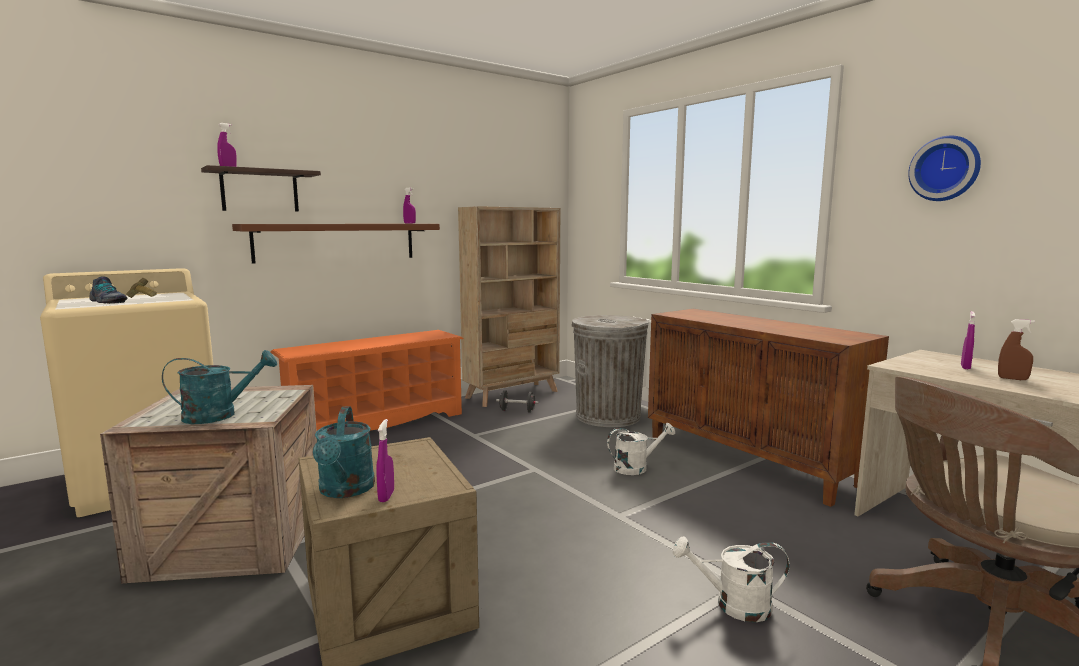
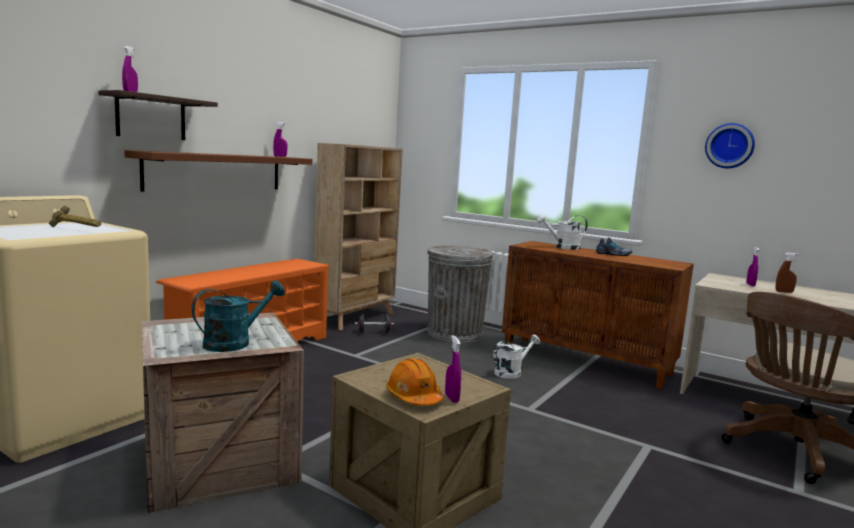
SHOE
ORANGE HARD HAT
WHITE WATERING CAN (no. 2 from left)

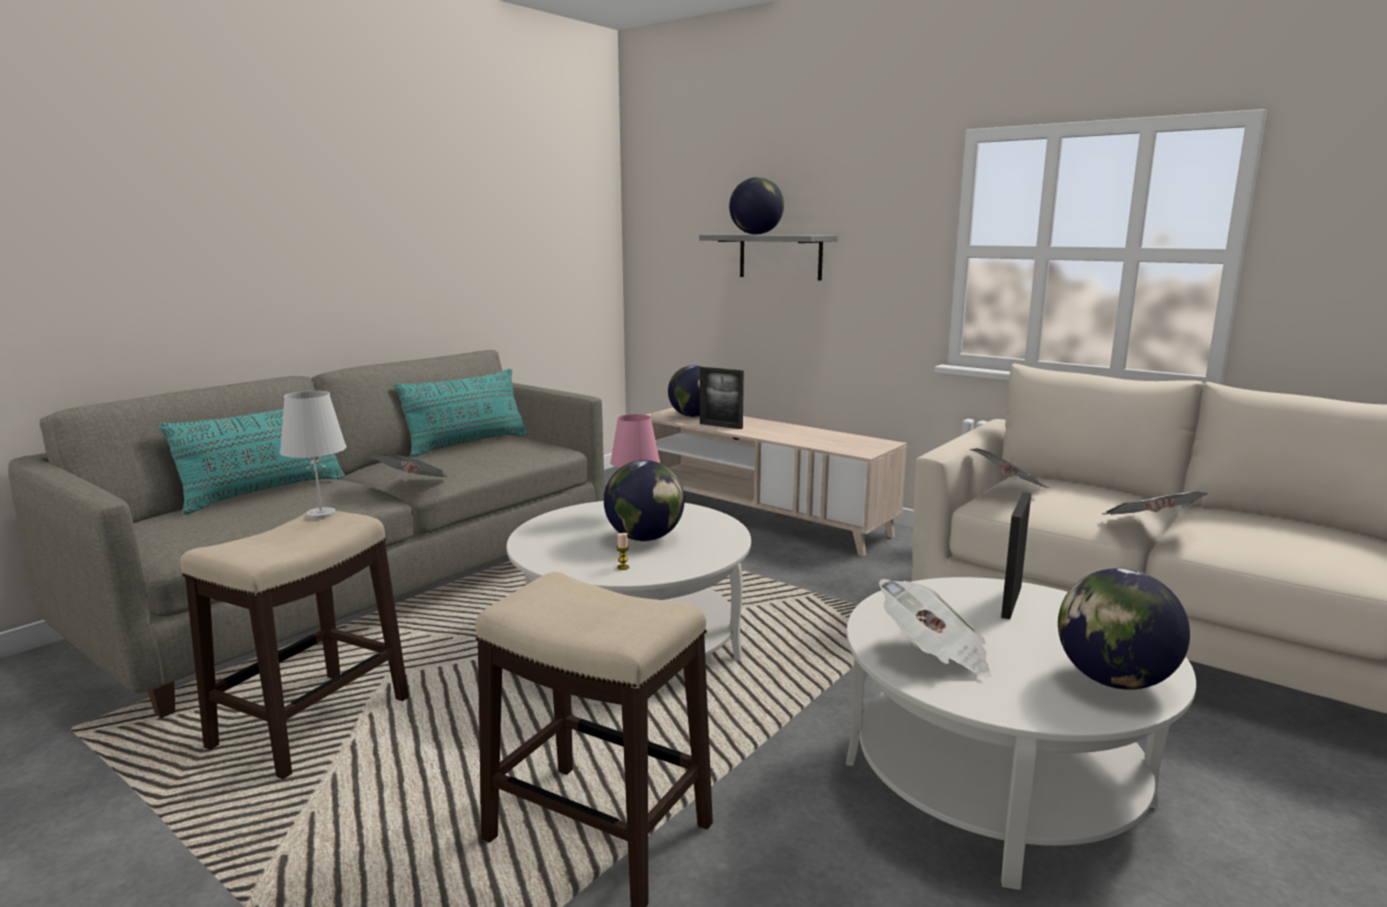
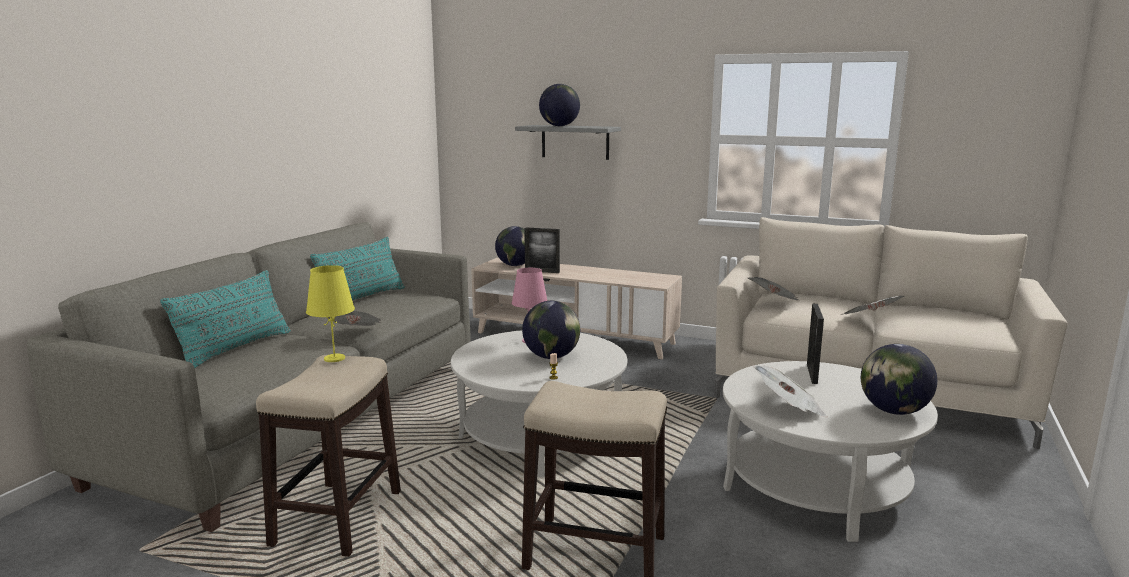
YELLOW TABLE LAMP

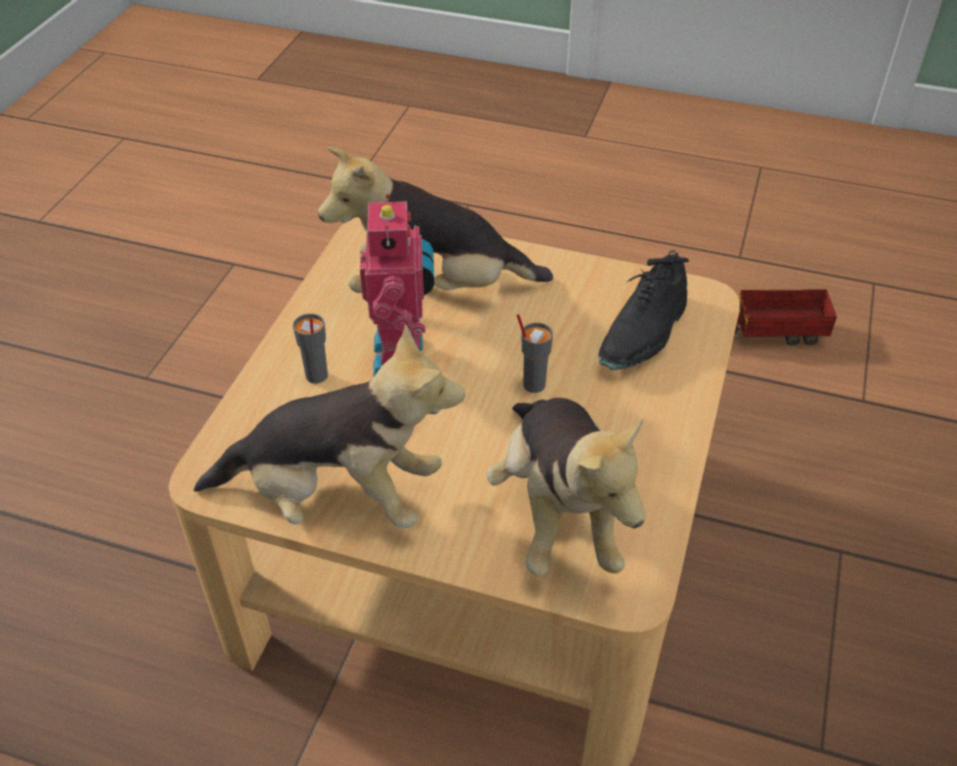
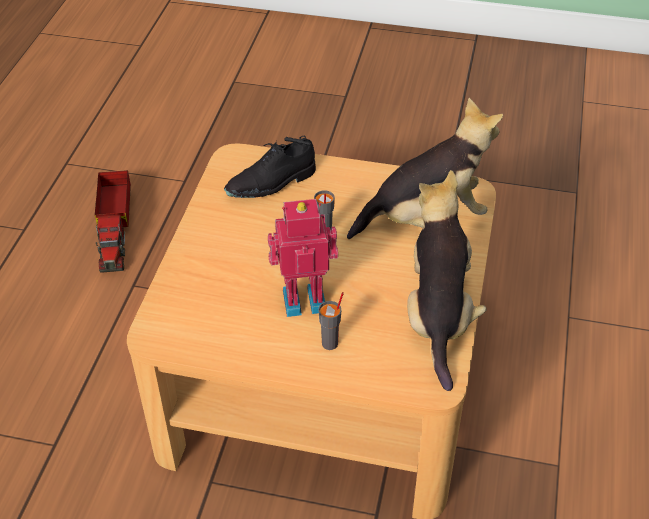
PLUSH TOY (no. 2 from left in the first image)
BLACK SHOE

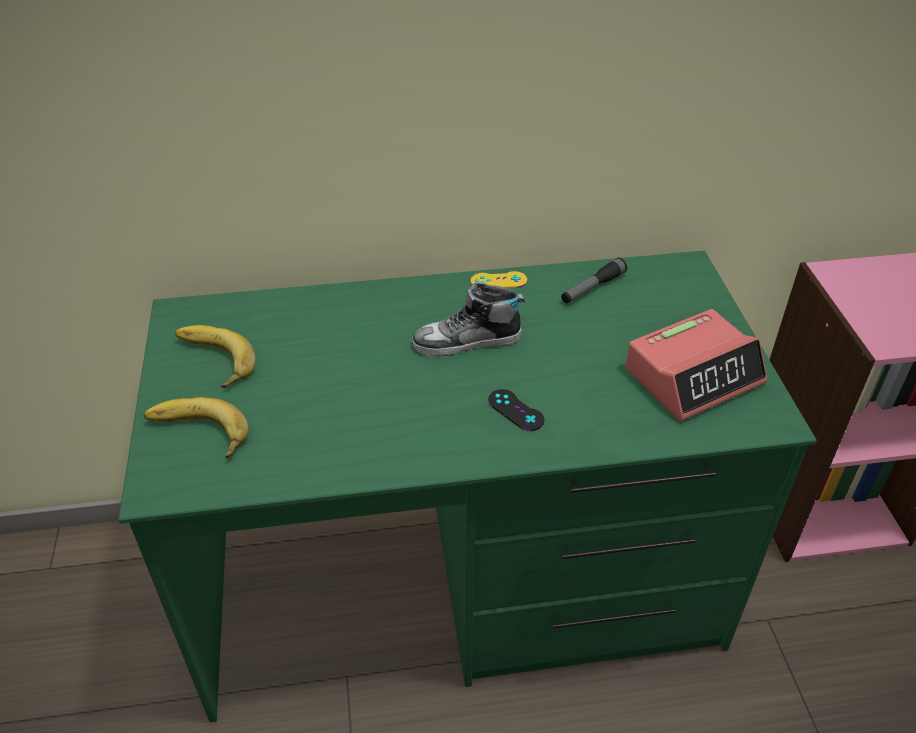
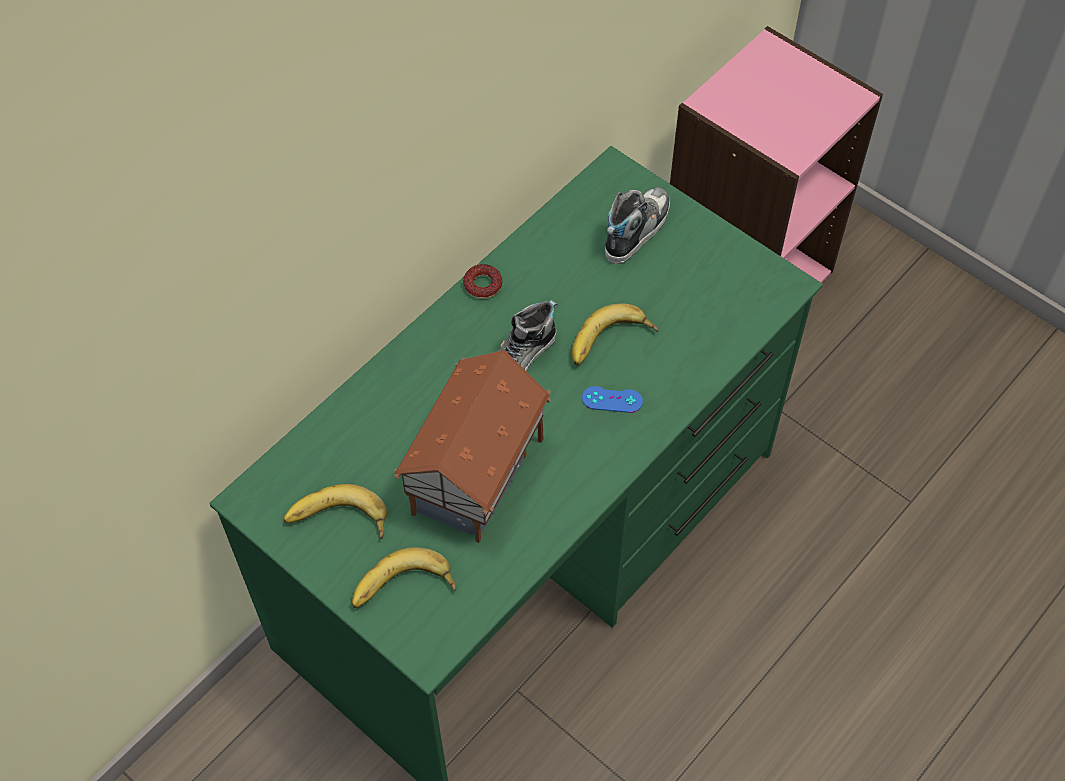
FLASHLIGHT
DONUT
ALARM CLOCK
BLUE GAME CONTROLLER
SHOE (no. 2 from left)
BANANA (no. 3 from left)
TOY HOUSE

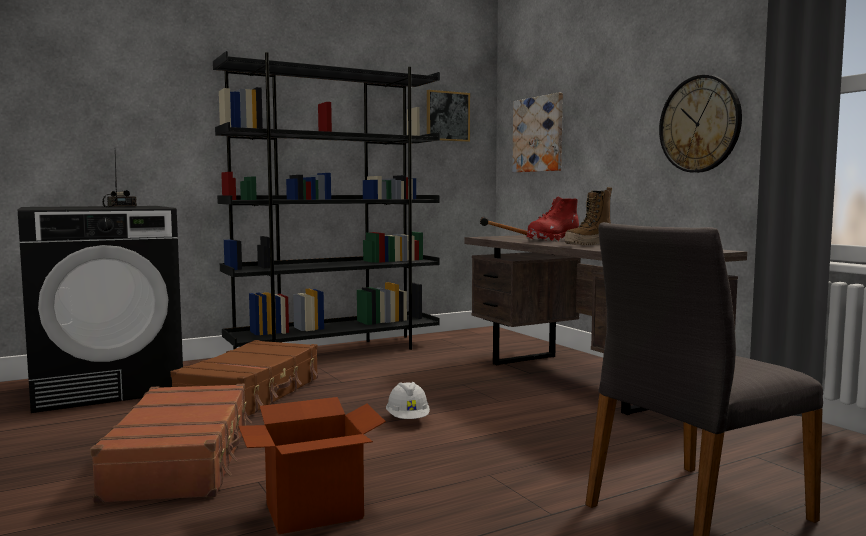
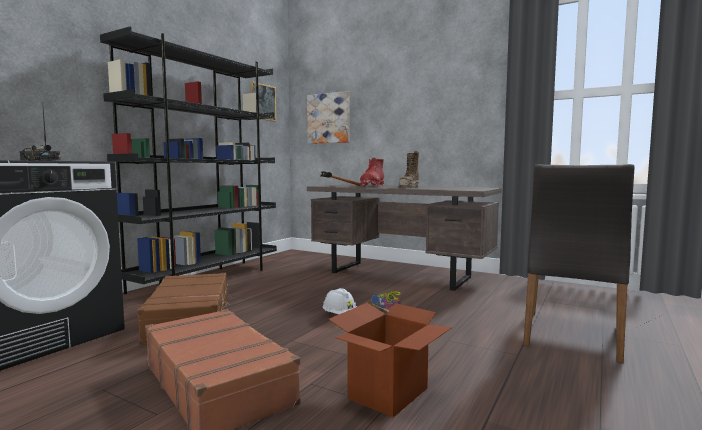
WALL CLOCK
SHOE

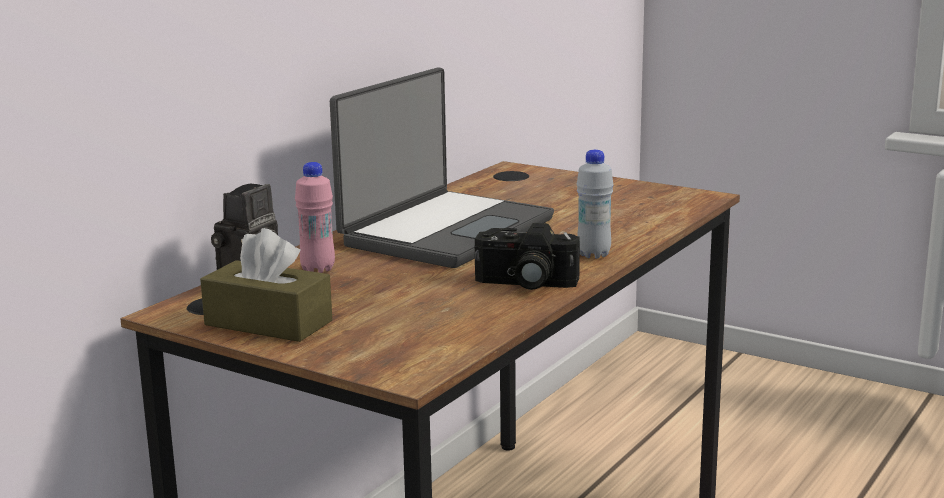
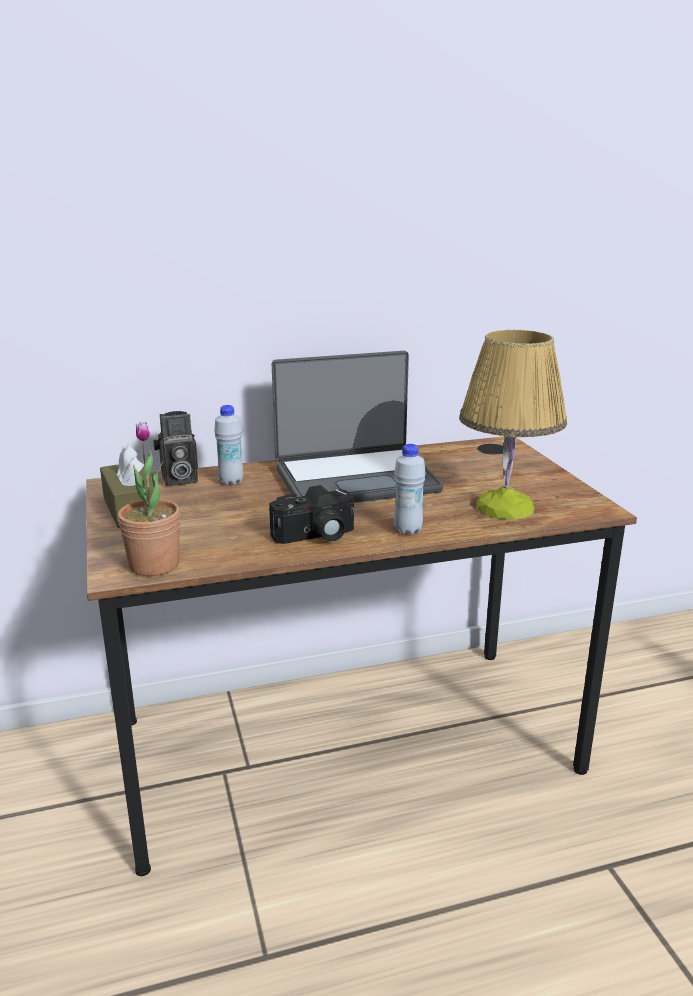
WHITE BOTTLE (no. 1 from left)
PHOTO CAMERA (no. 2 from left)
TABLE LAMP
POTTED PLANT

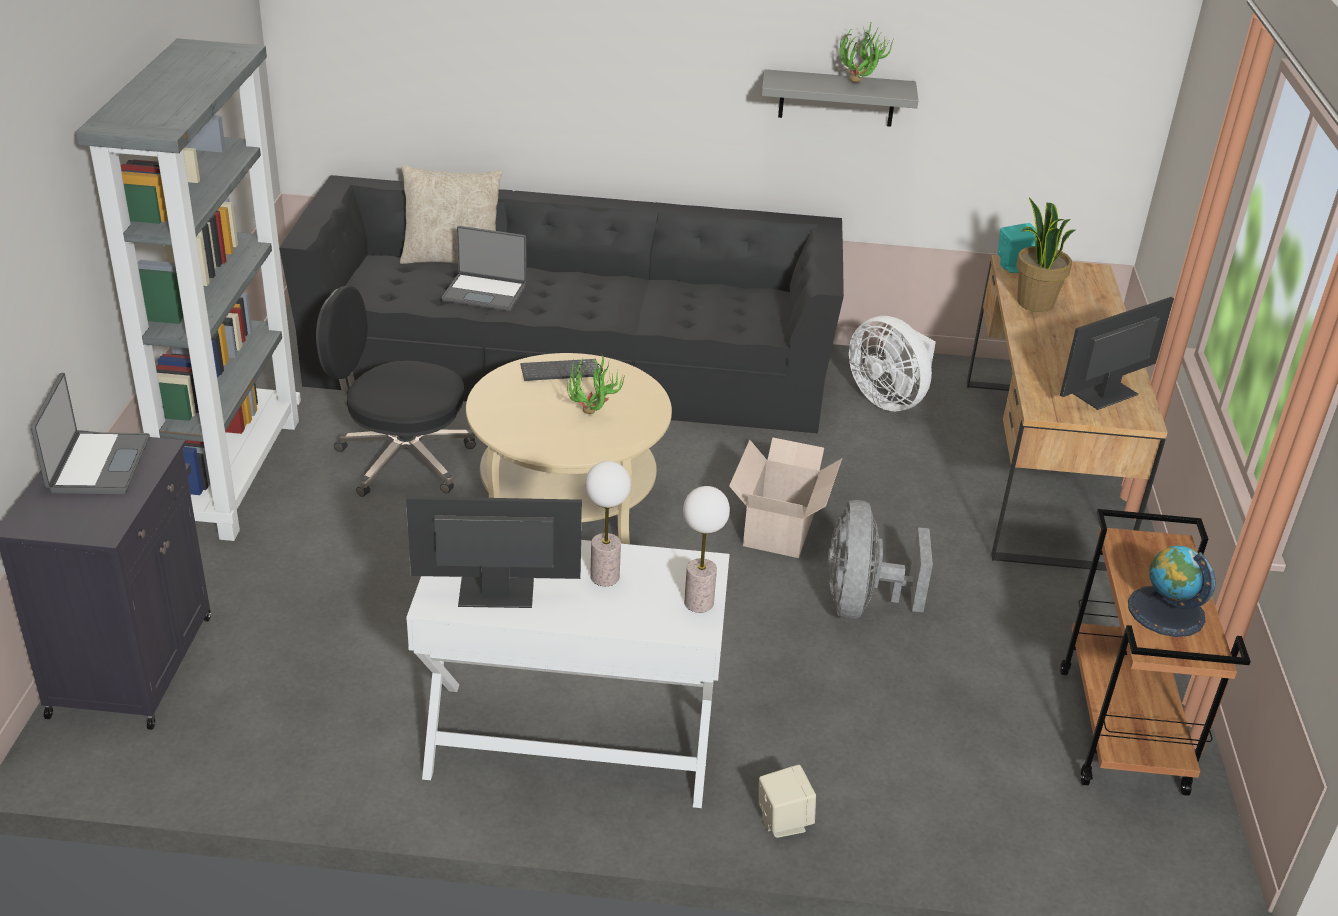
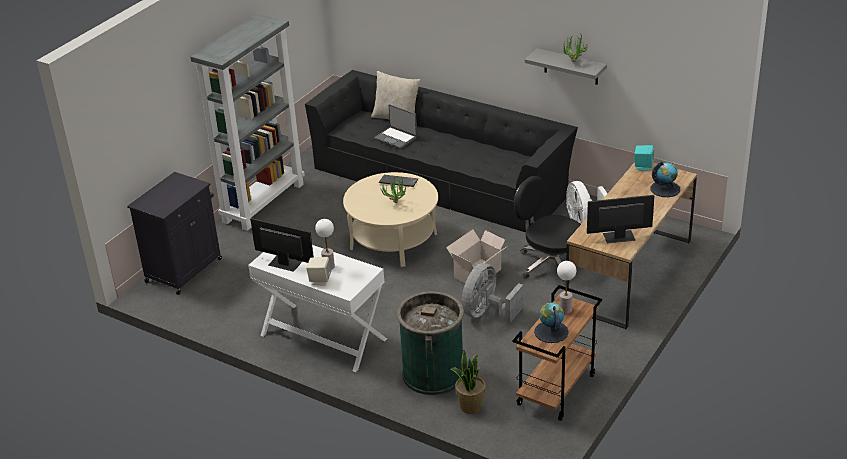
POTTED PLANT (no. 2 from left)
BLACK OFFICE CHAIR
LAPTOP (no. 1 from left in the first image)
TABLE LAMP (no. 2 from left)
BEIGE SPEAKER
GLOBE (no. 2 from left)
GREEN TRASH CAN

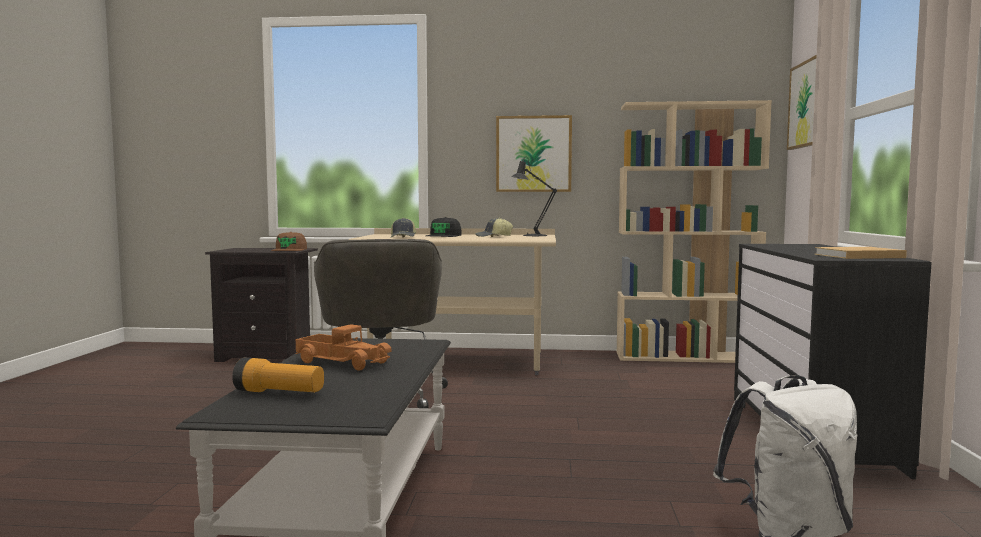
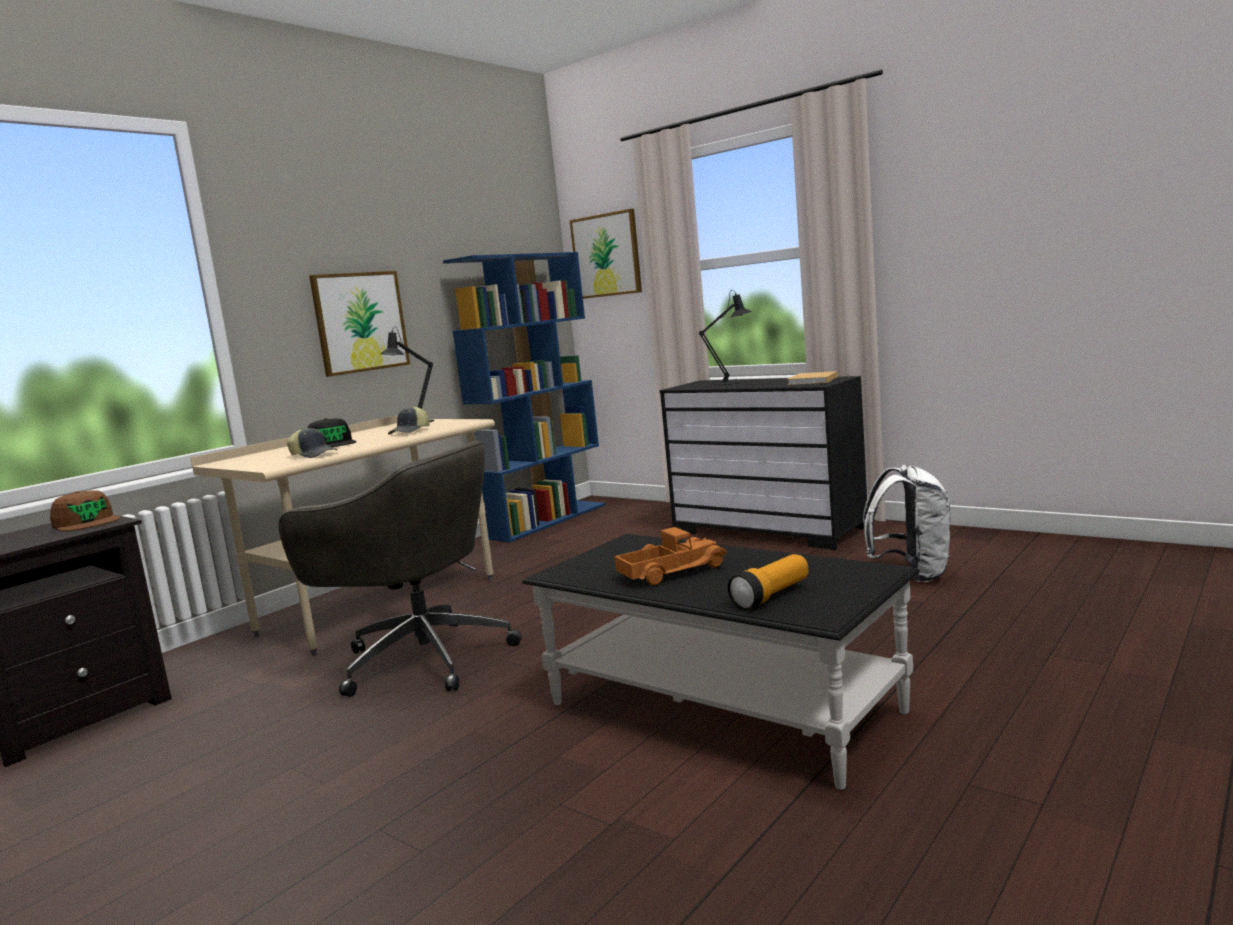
BLUE BOOKCASE
BLACK TABLE LAMP (no. 2 from left)

